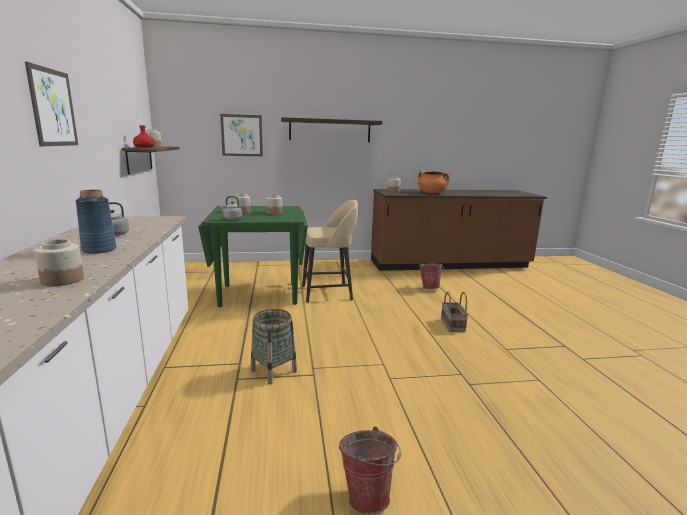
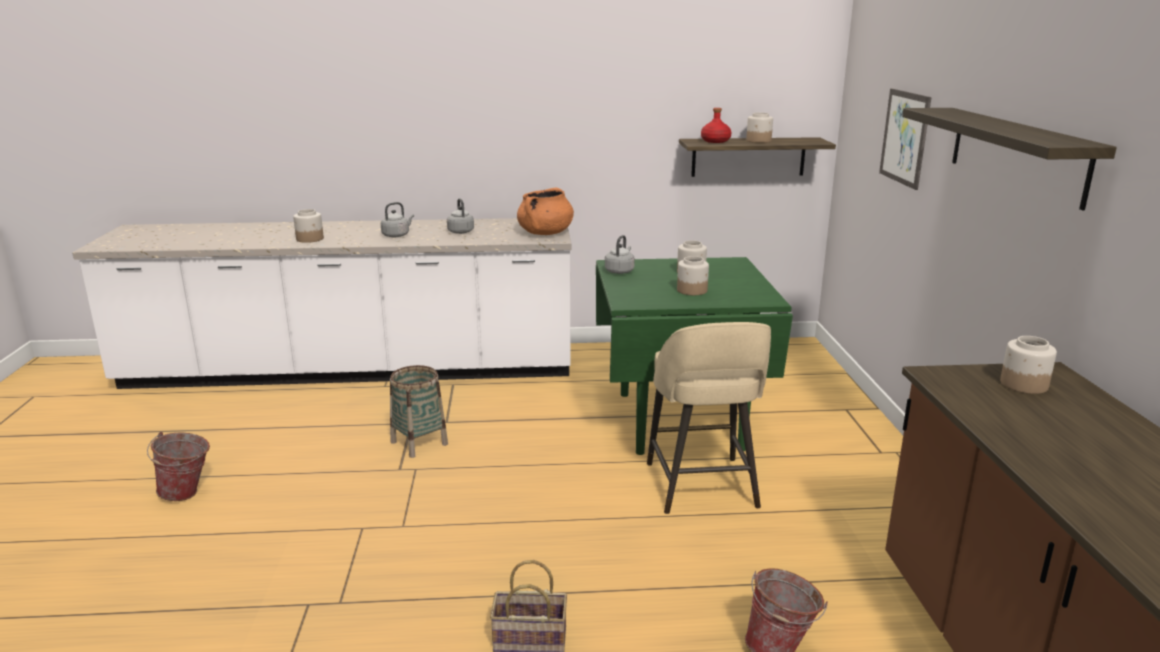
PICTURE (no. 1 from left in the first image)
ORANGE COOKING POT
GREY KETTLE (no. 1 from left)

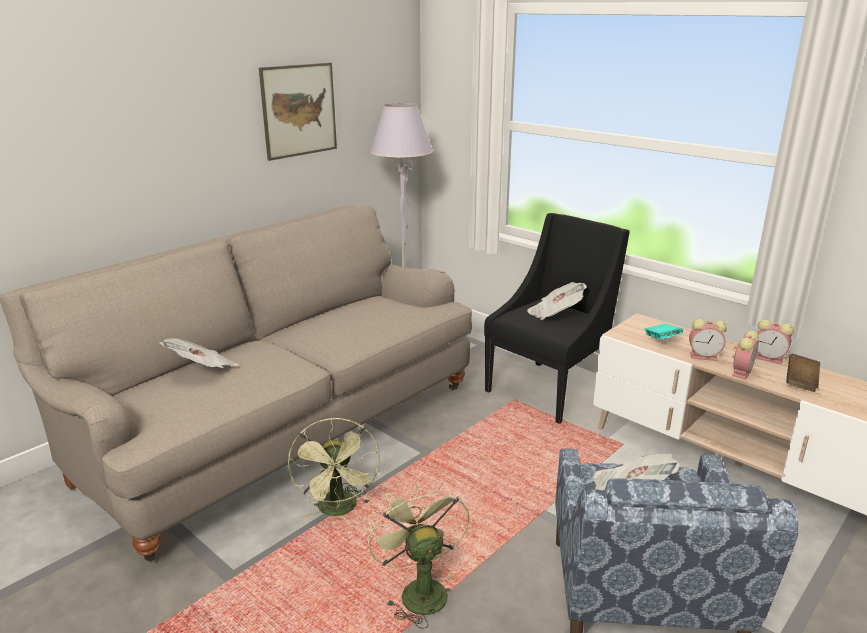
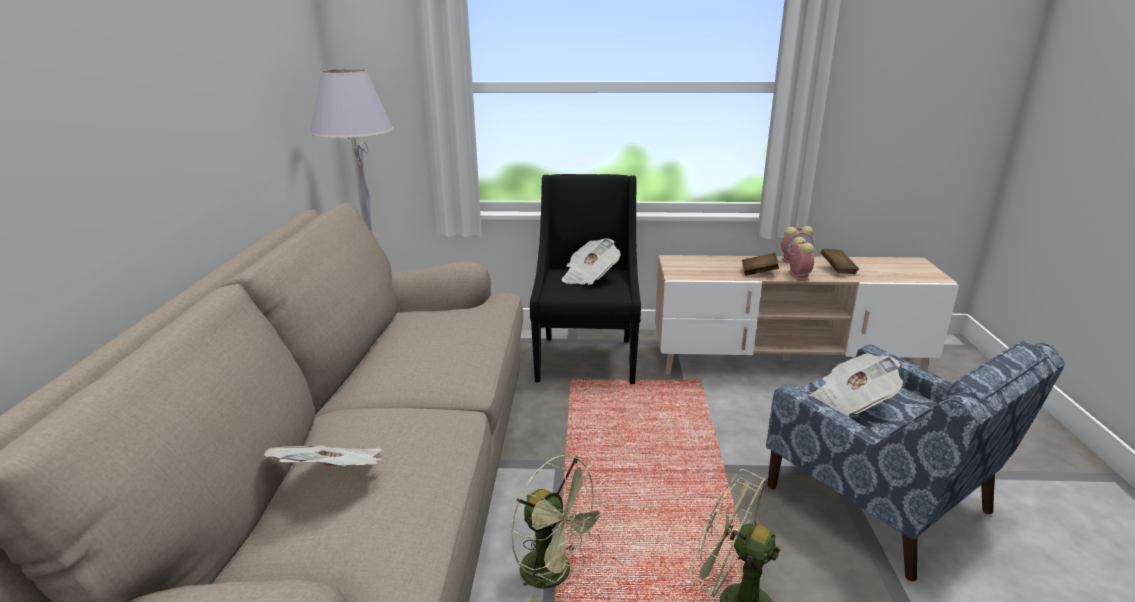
PICTURE
BROWN BOOK (no. 1 from left)
TURQUOISE BOOK

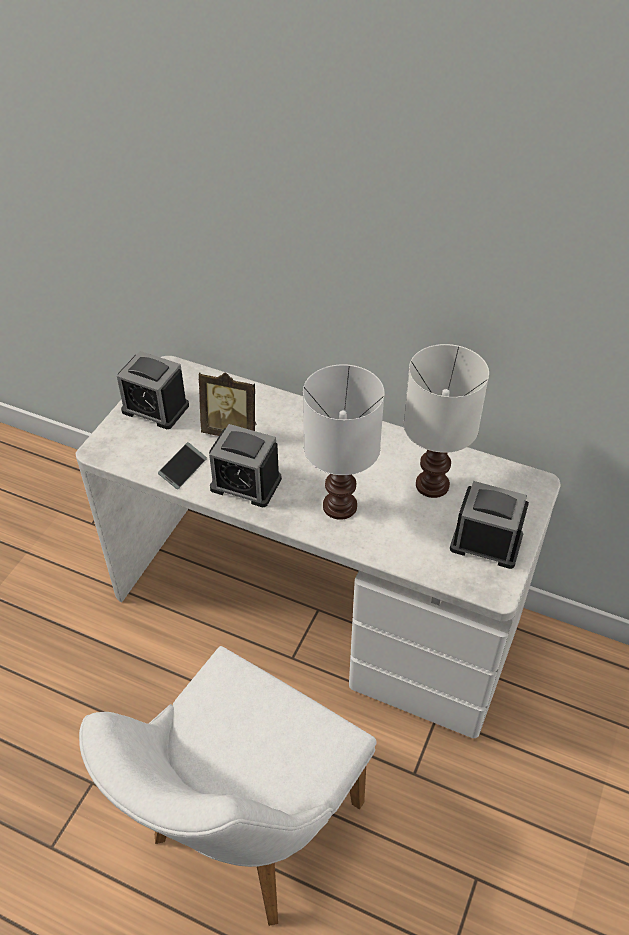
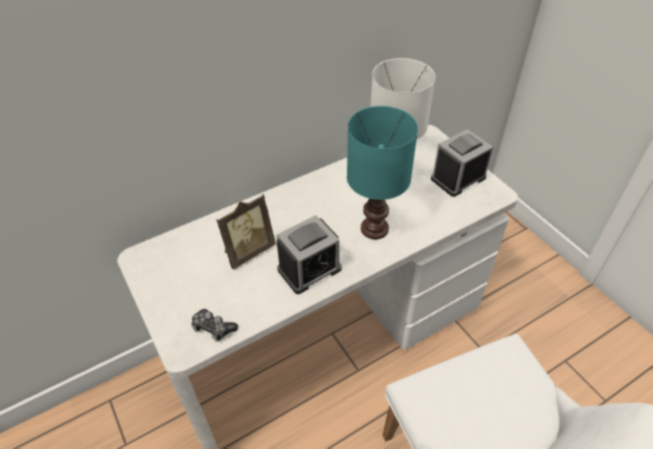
ALARM CLOCK (no. 1 from left in the first image)
TURQUOISE TABLE LAMP
PHONE
GAME CONTROLLER

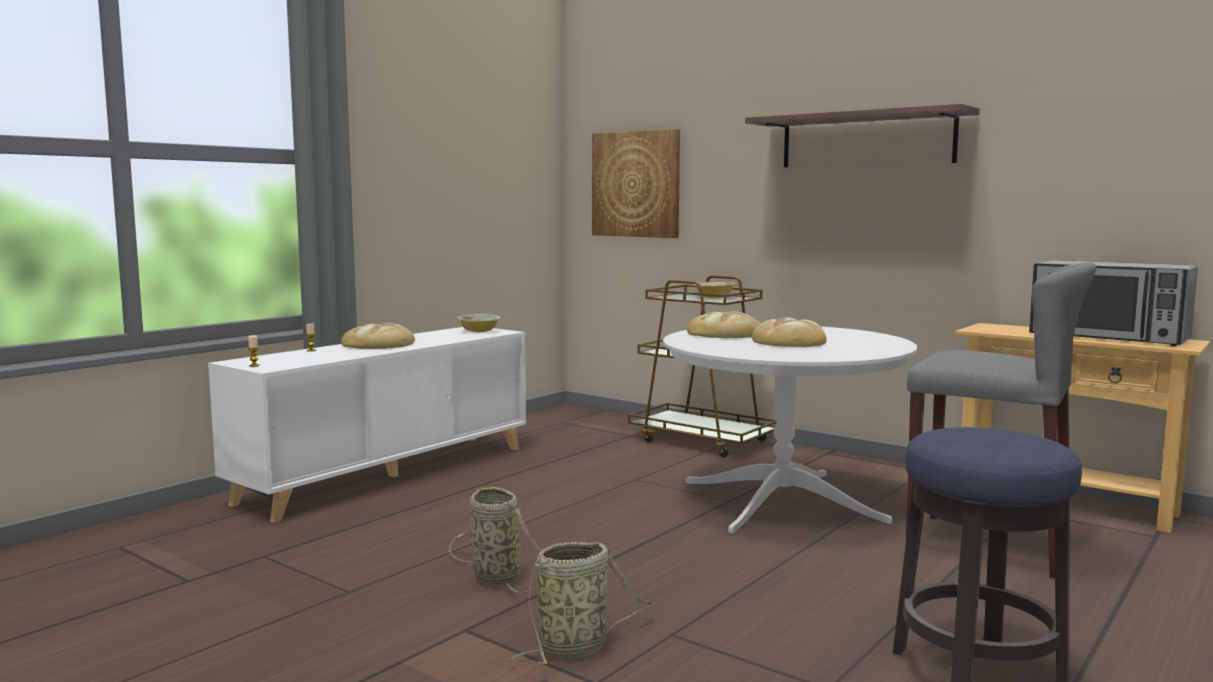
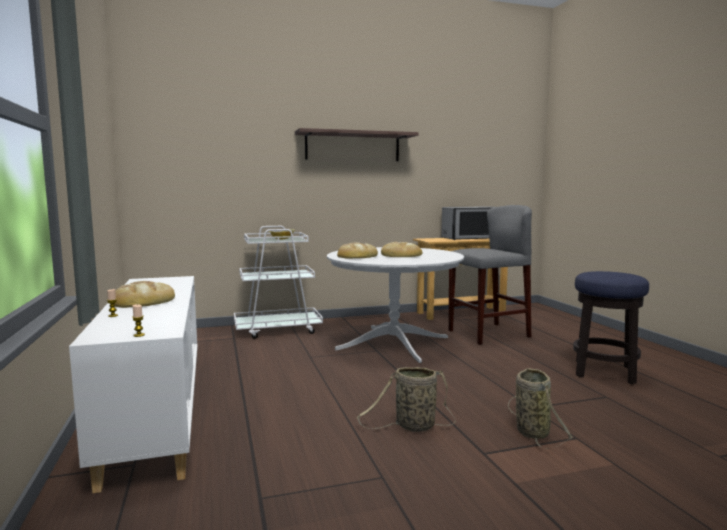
PICTURE
WHITE CART
BOWL (no. 1 from left in the first image)

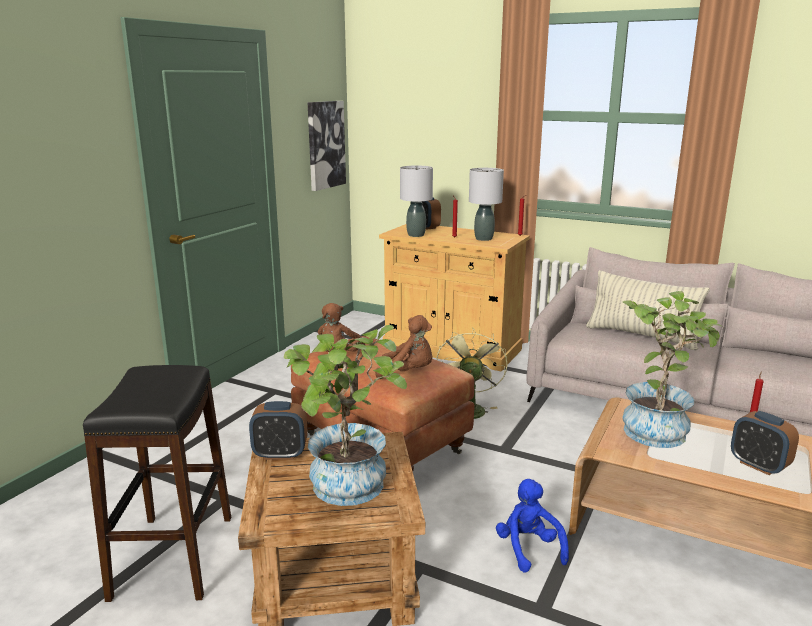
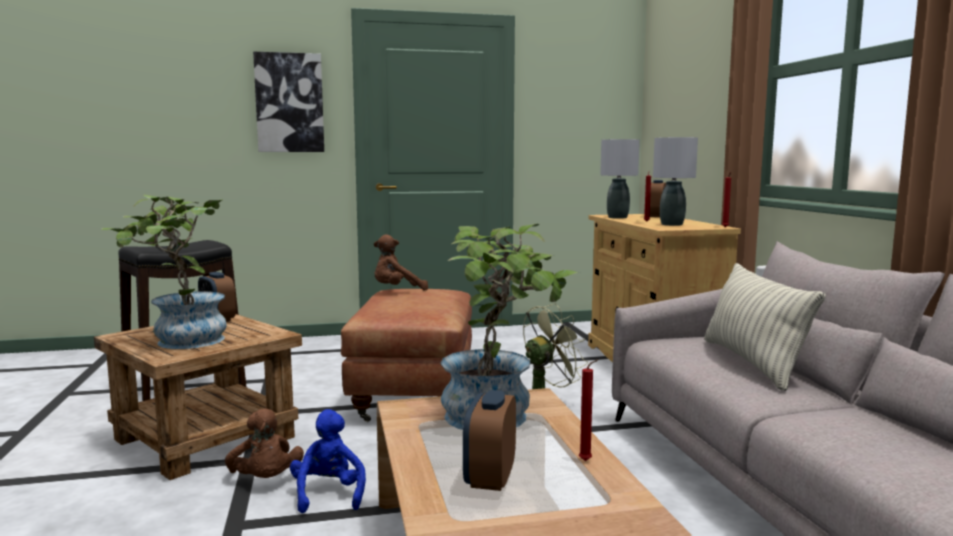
PICTURE
BROWN PLUSH TOY (no. 1 from left)
BLUE PLUSH TOY

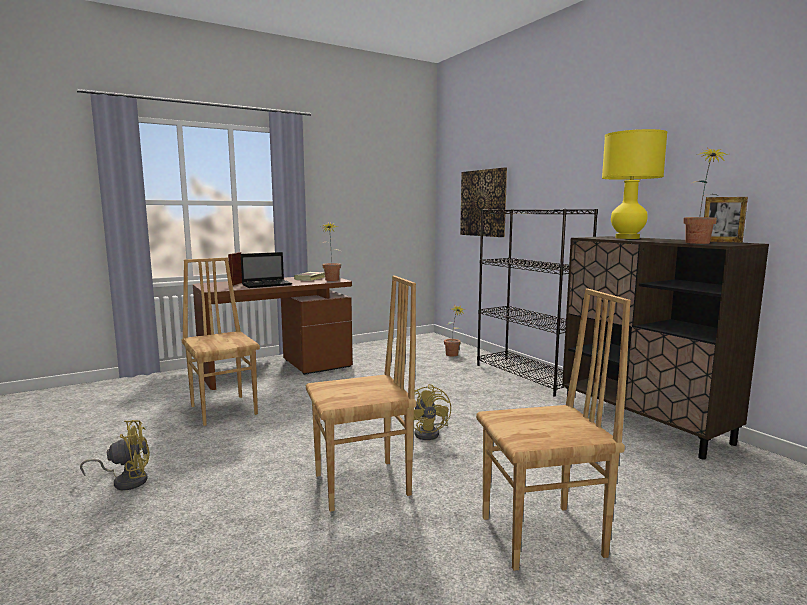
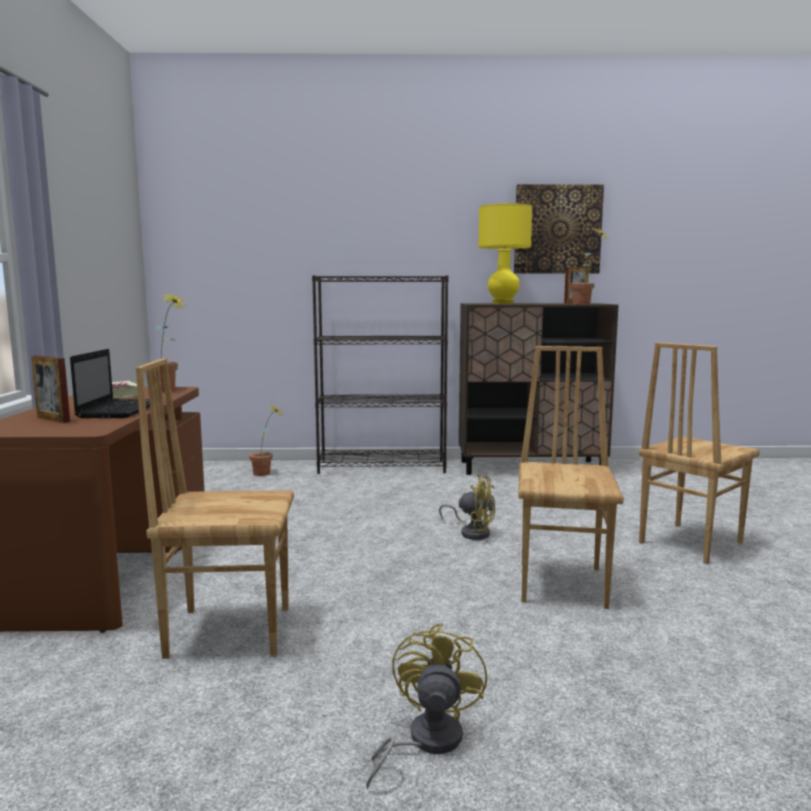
PICTURE
BROWN CHAIR (no. 3 from left)

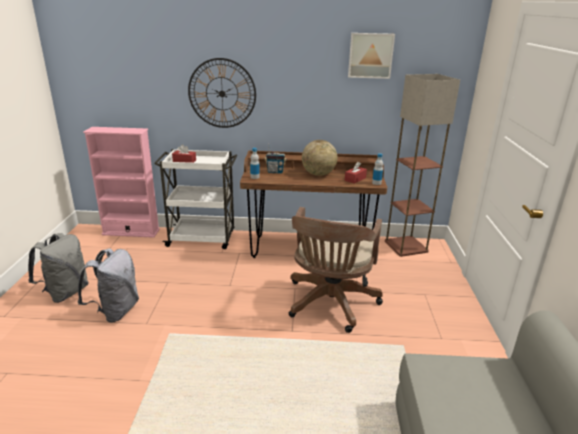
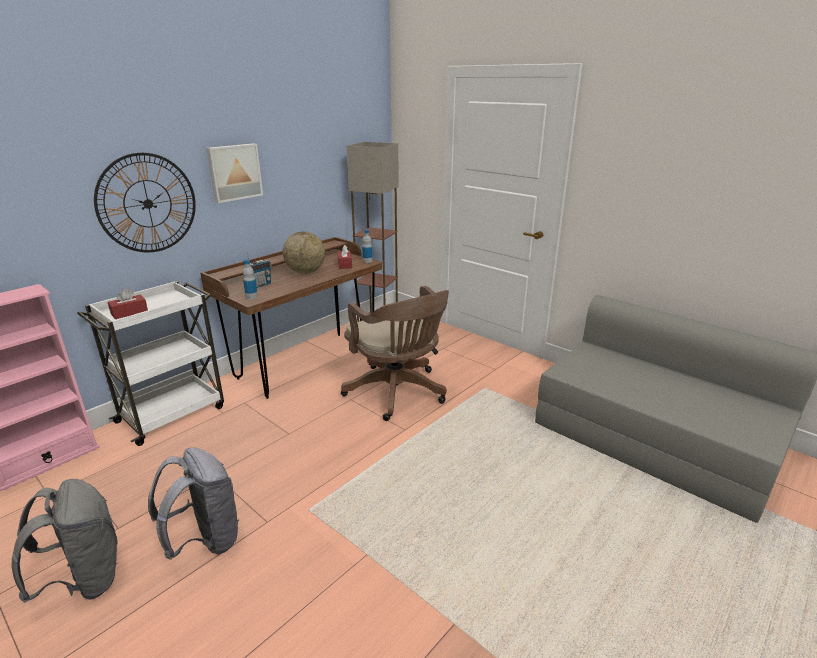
PICTURE

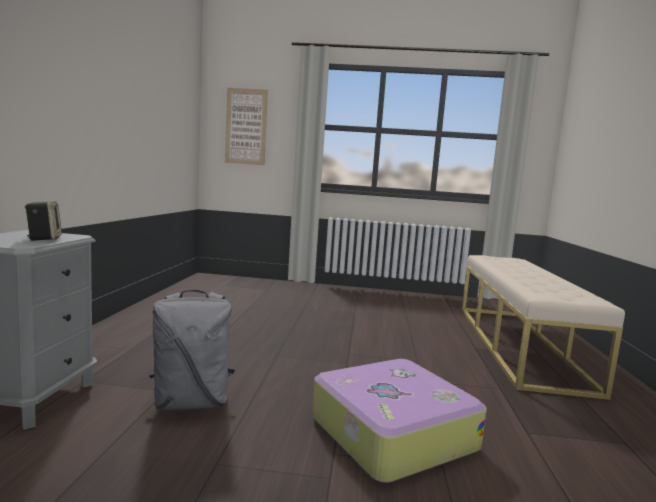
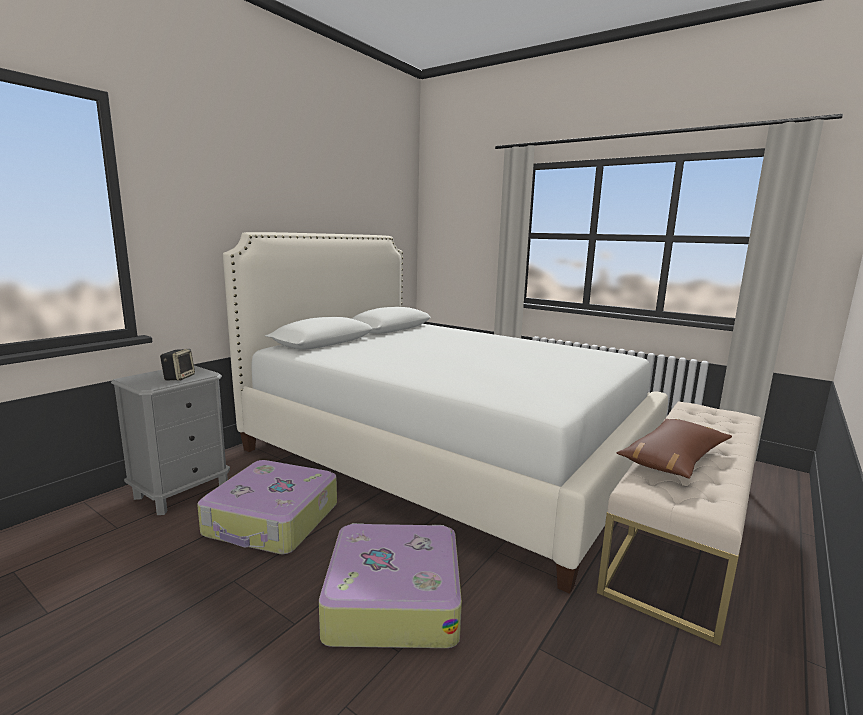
PICTURE
SUITCASE (no. 1 from left)
WHITE BED
BROWN PILLOW

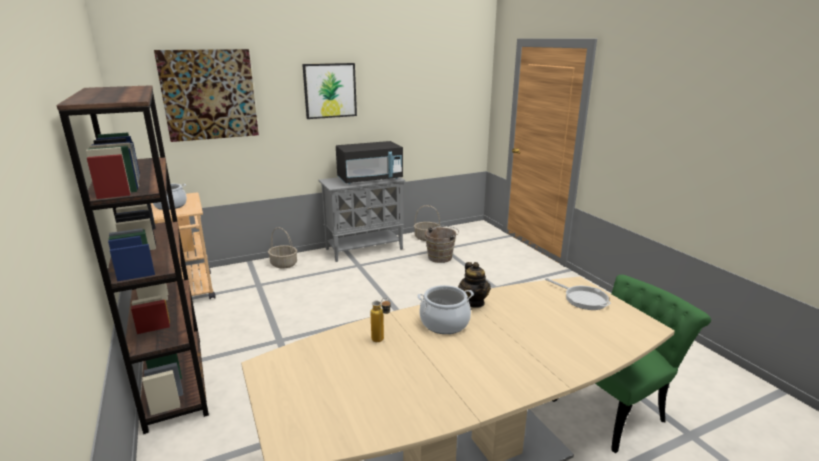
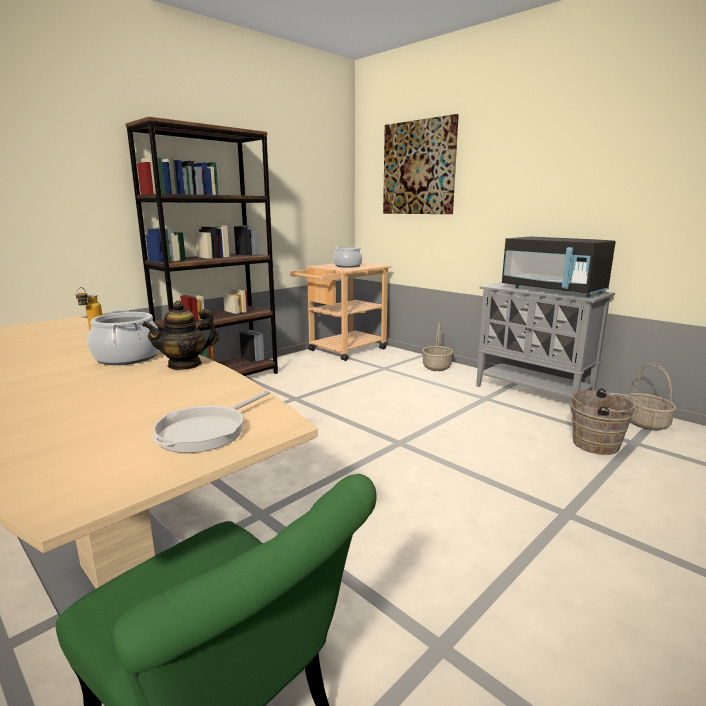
PICTURE (no. 2 from left in the first image)

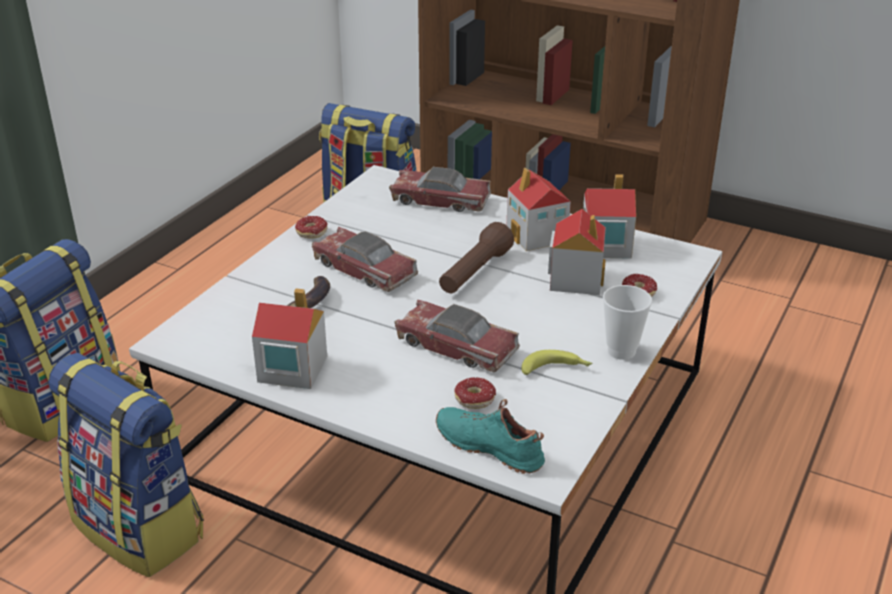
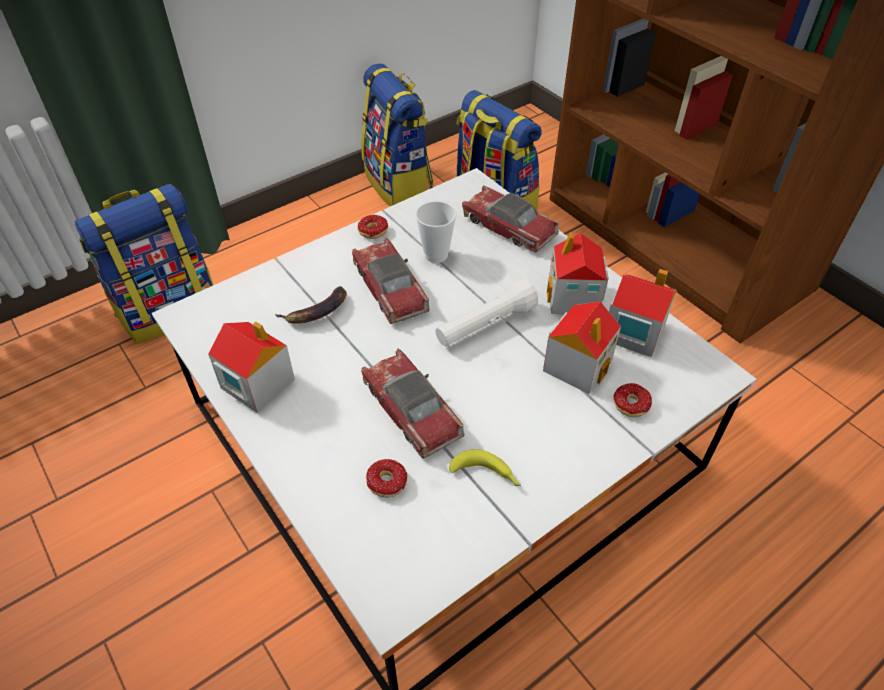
WHITE FLASHLIGHT
CUP
BACKPACK (no. 2 from left)
TURQUOISE SHOE

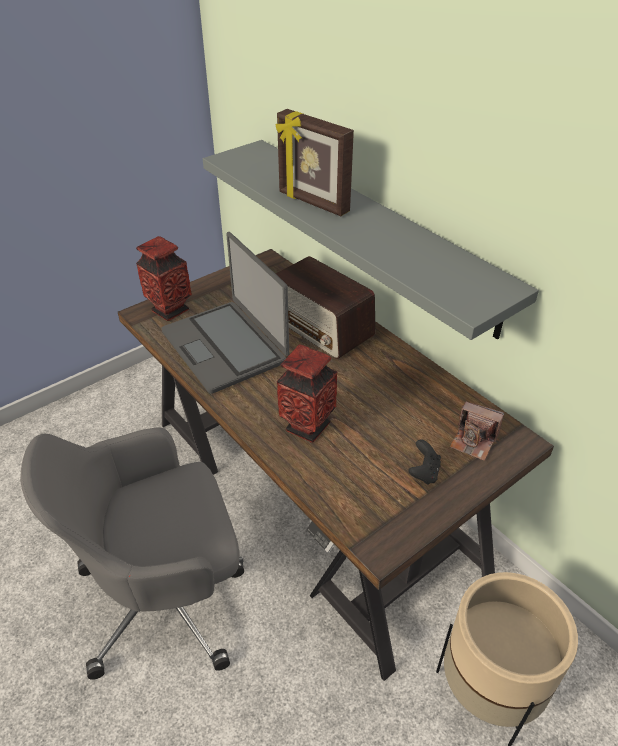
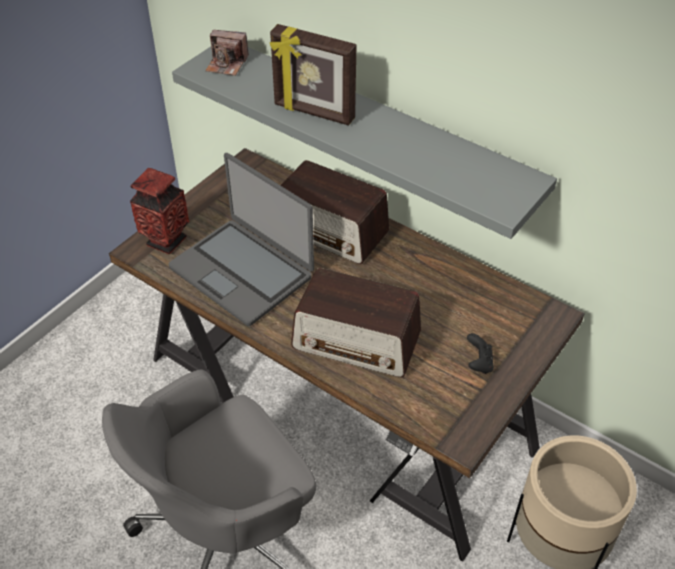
RADIO (no. 2 from left)
PHOTO CAMERA

